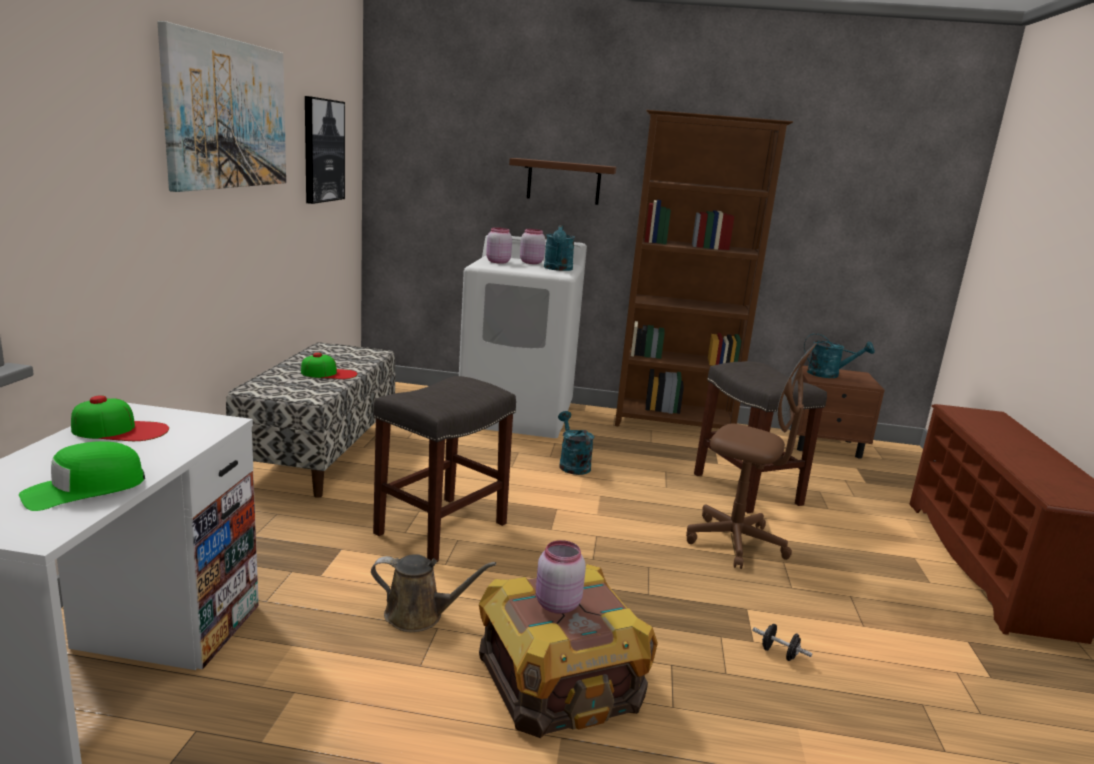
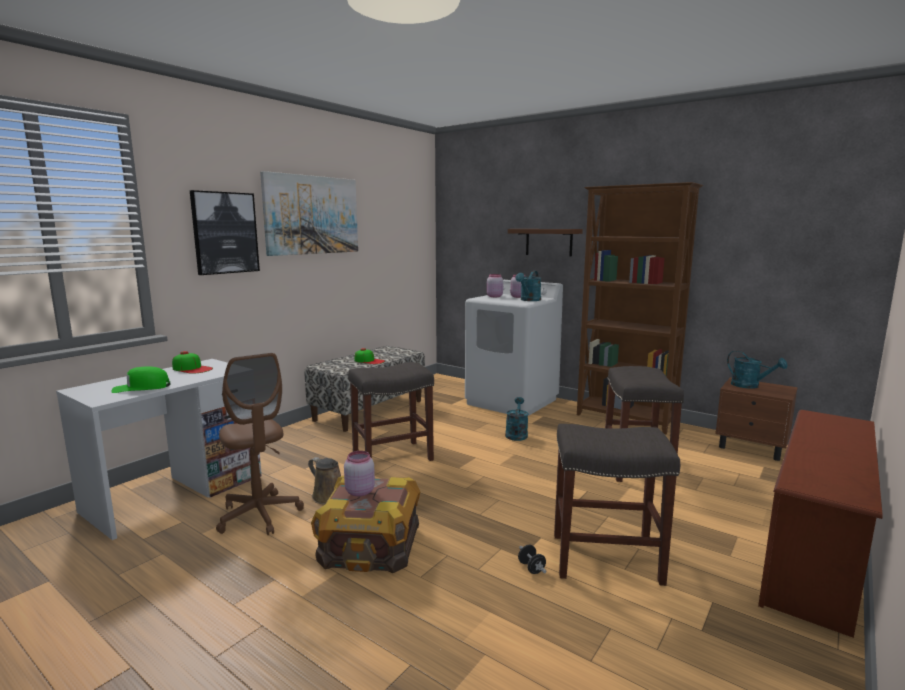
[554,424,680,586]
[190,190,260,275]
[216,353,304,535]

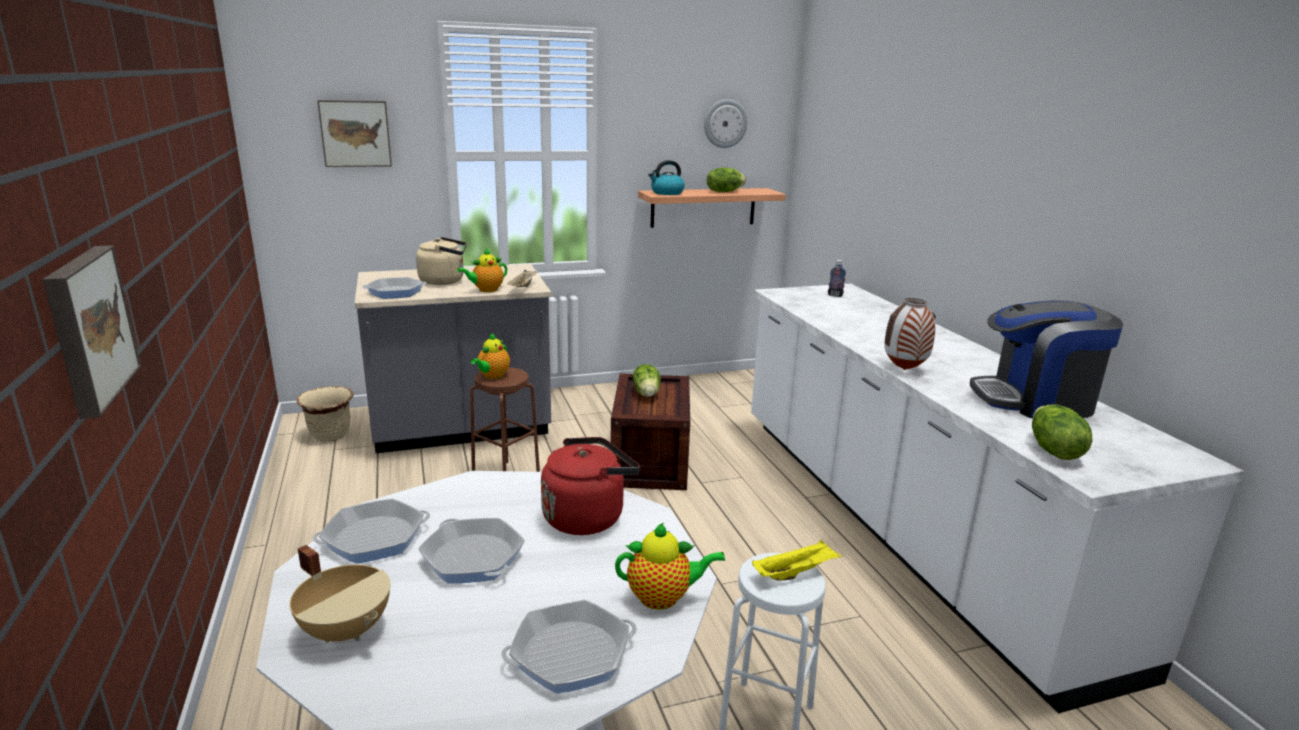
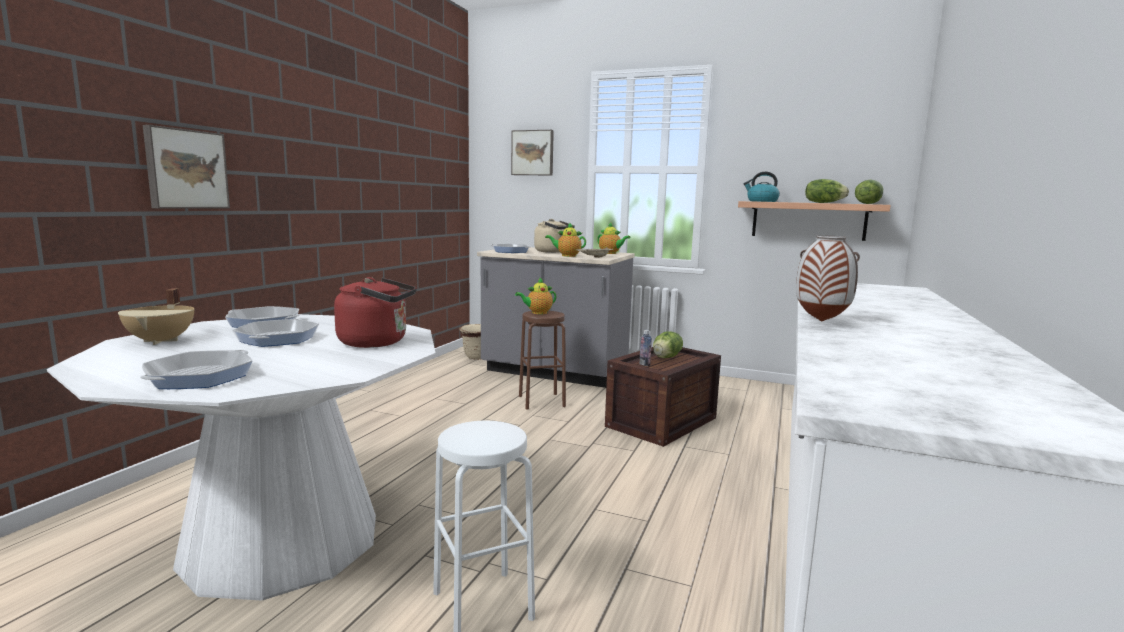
[704,99,748,148] (first image)
[752,540,842,581] (first image)
[970,300,1123,418] (first image)
[597,223,630,254]
[639,330,652,366]
[855,180,883,204]
[140,350,253,389]

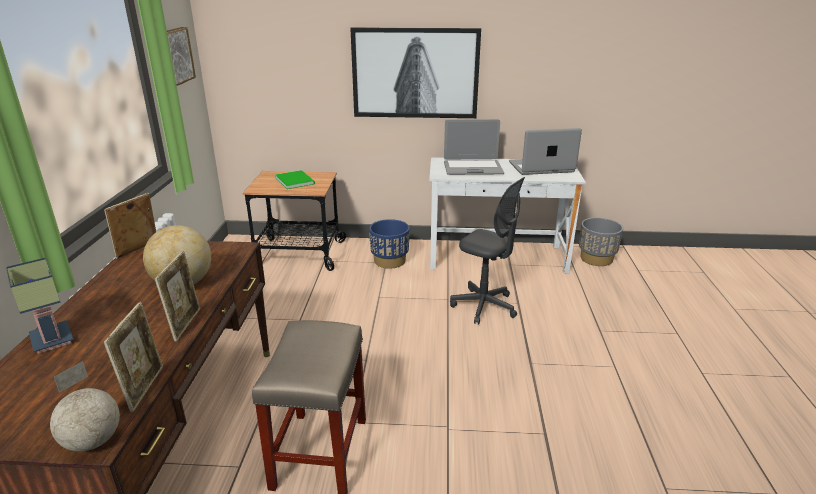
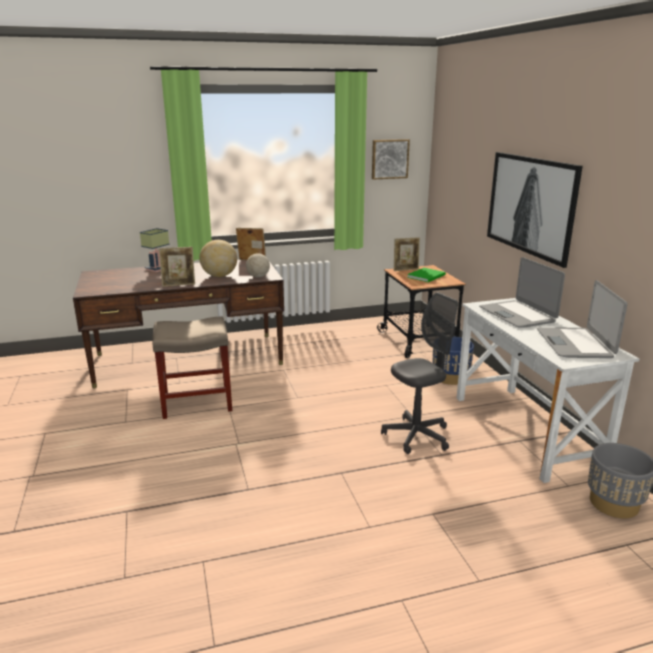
[246,240,270,277]
[394,237,420,271]
[381,292,458,454]
[537,280,627,358]

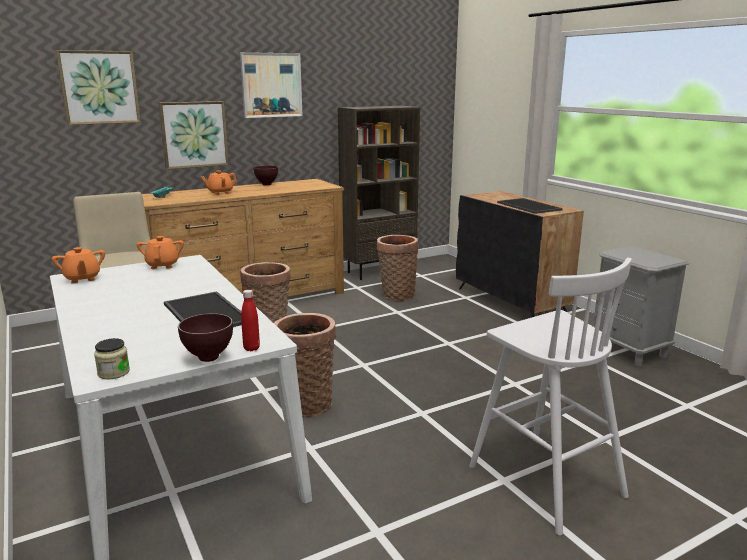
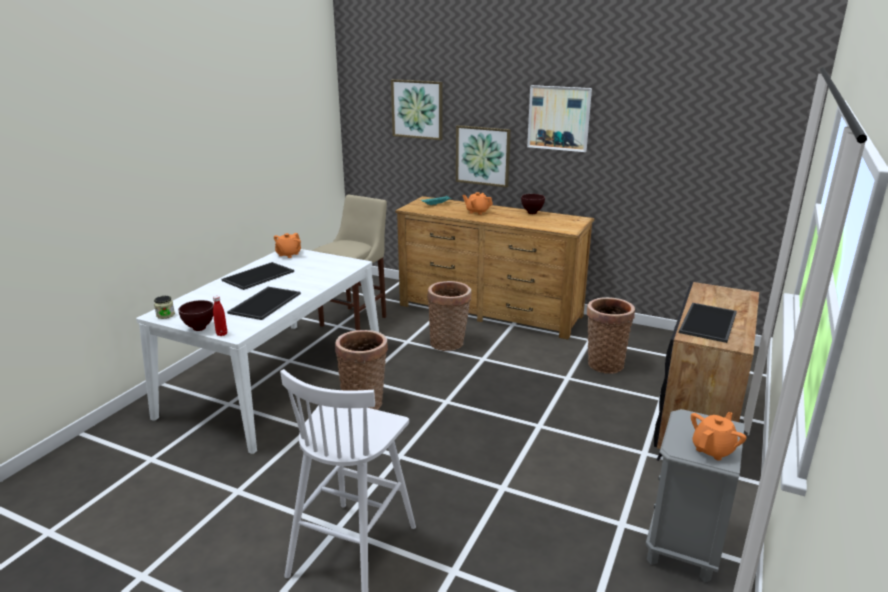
[338,106,420,280] (first image)
[222,262,294,290]
[691,412,746,461]

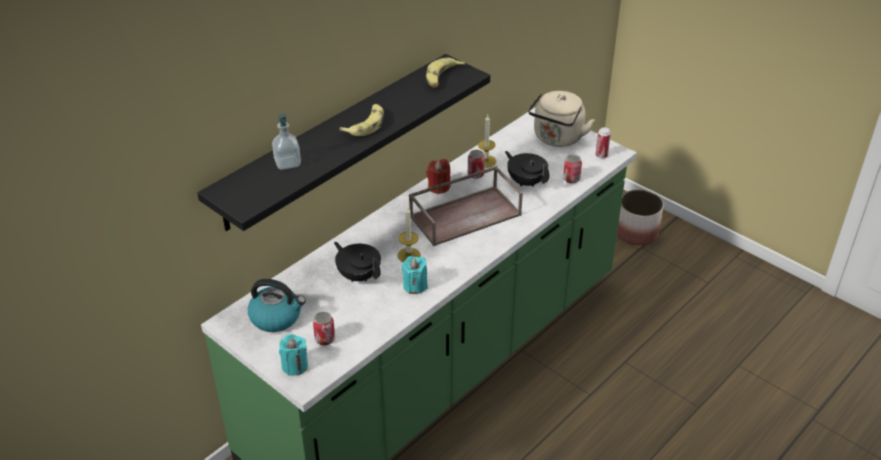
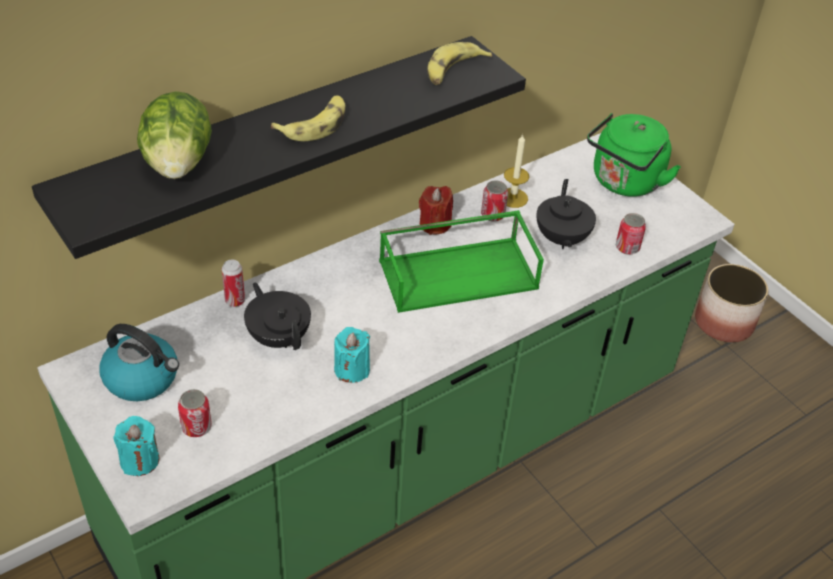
[397,207,421,262] (first image)
[222,260,245,307]
[137,91,212,179]
[379,210,544,313]
[587,113,681,197]
[537,179,596,249]

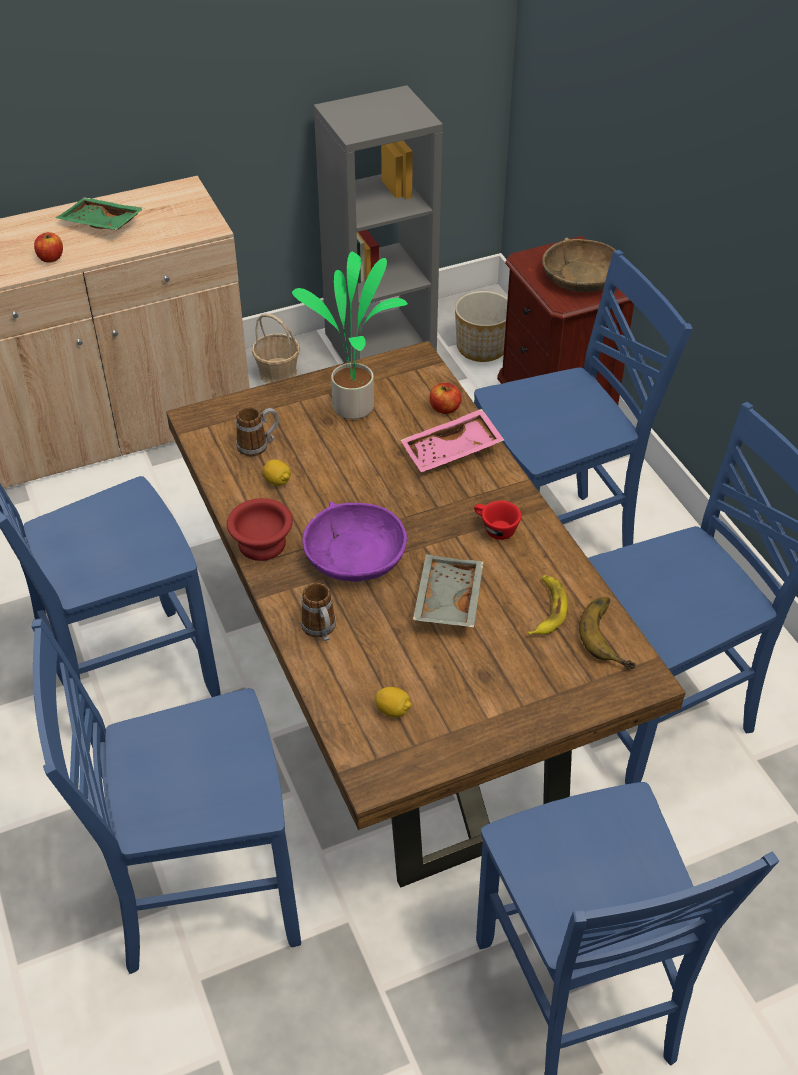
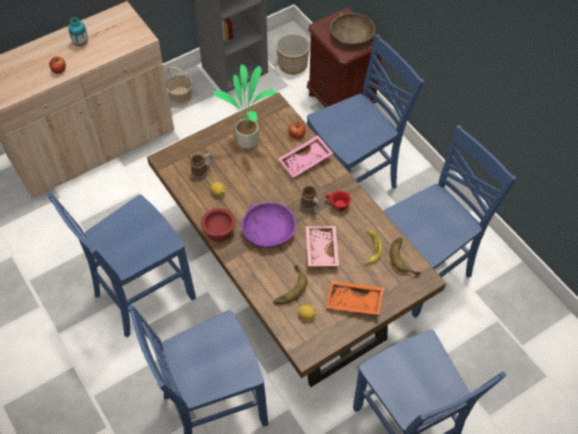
[273,265,307,305]
[326,281,384,315]
[301,186,319,213]
[68,17,88,46]
[306,226,339,266]

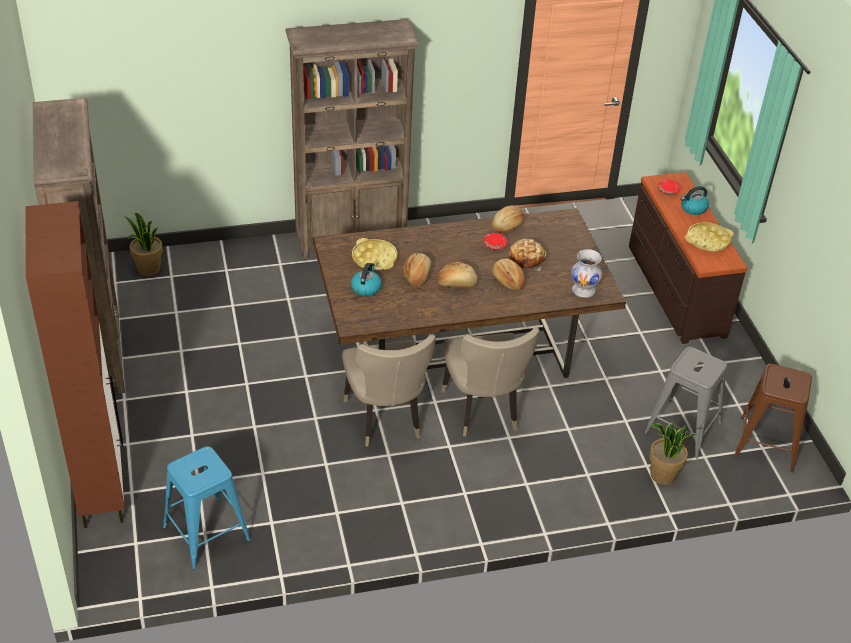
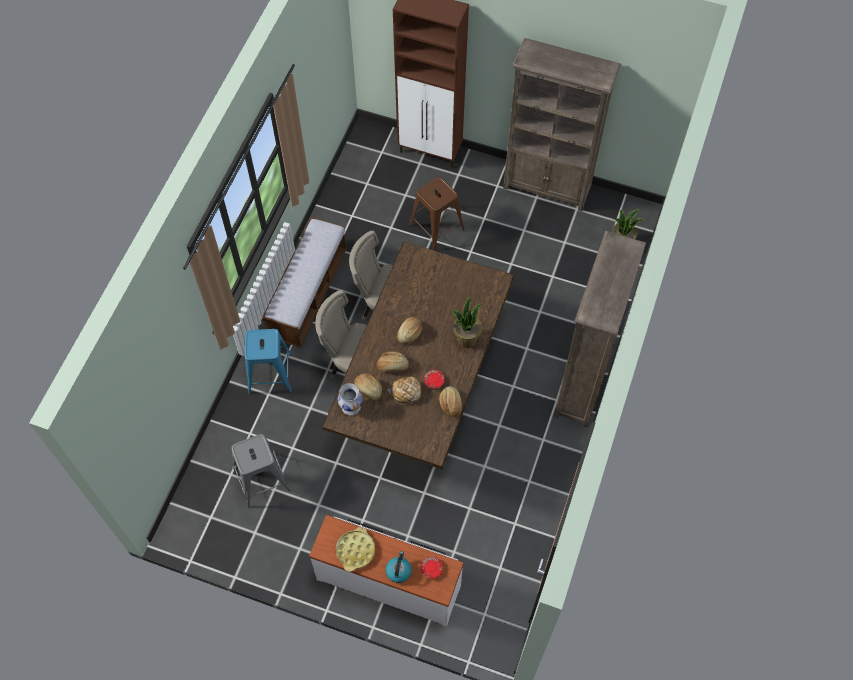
[351,263,382,296] (first image)
[352,238,398,270] (first image)
[262,217,347,348]
[245,329,292,394]
[354,373,382,401]
[451,297,482,348]
[409,177,465,251]
[309,515,464,627]

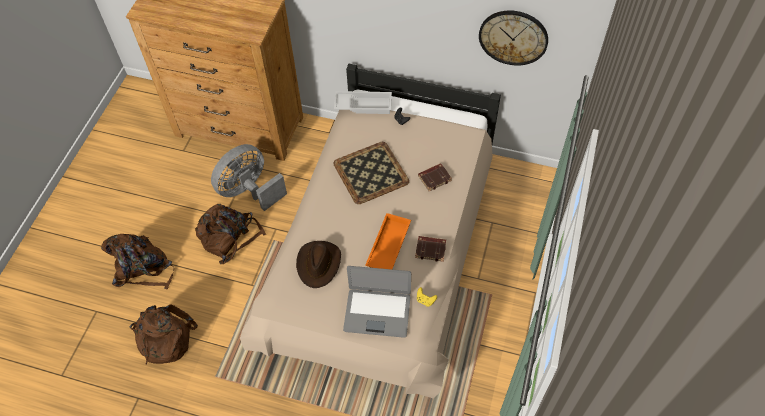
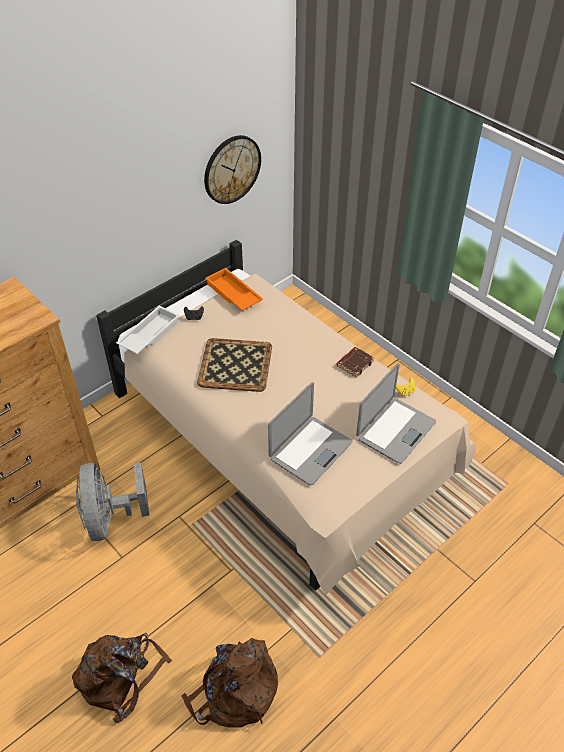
[195,204,266,264] (first image)
[418,163,452,191] (first image)
[205,268,263,310]
[268,382,353,485]

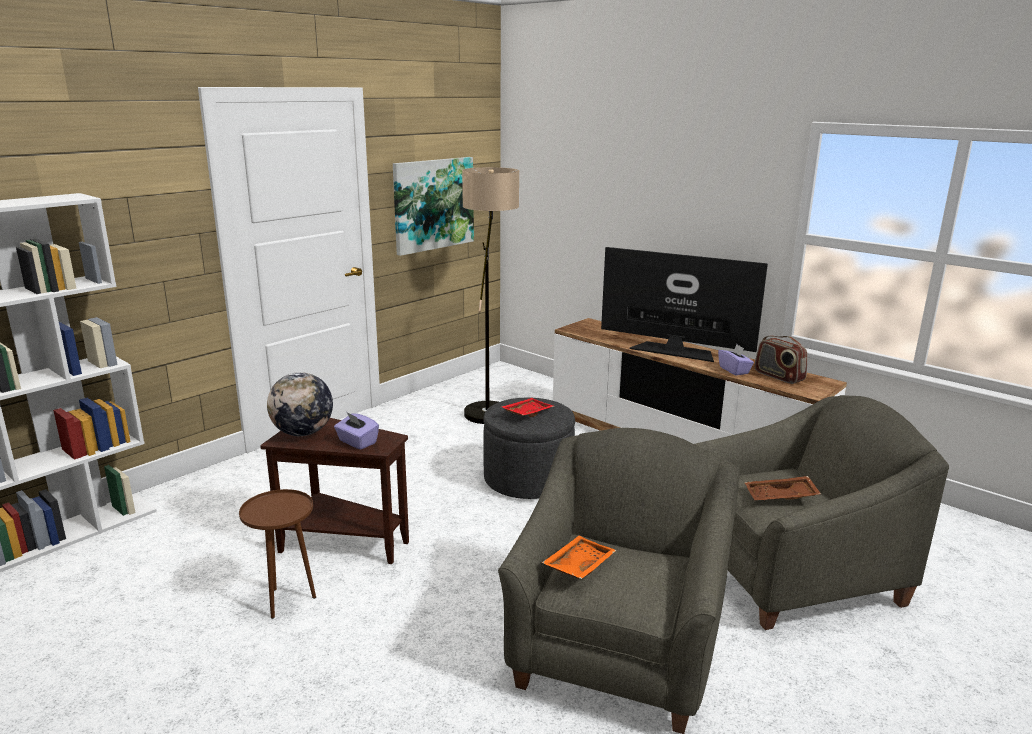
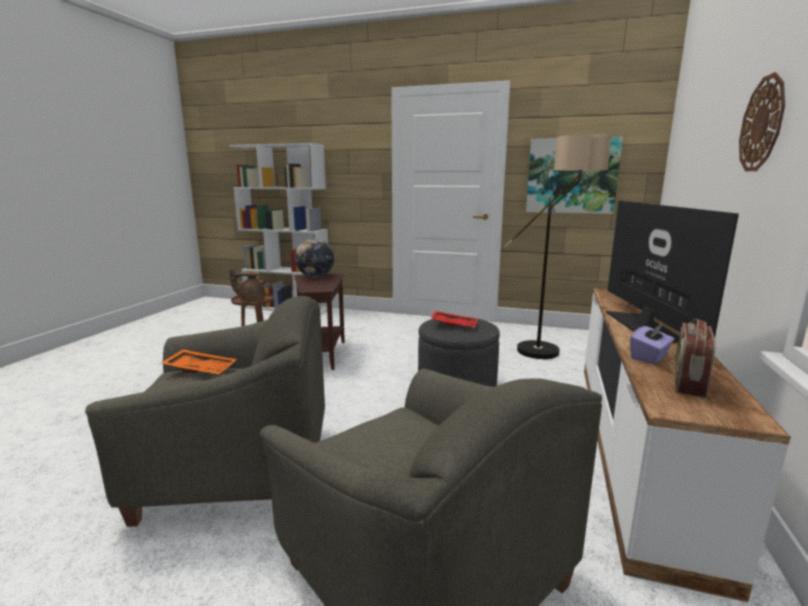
[334,412,379,450] (first image)
[744,476,821,501] (first image)
[229,268,265,301]
[739,72,785,171]

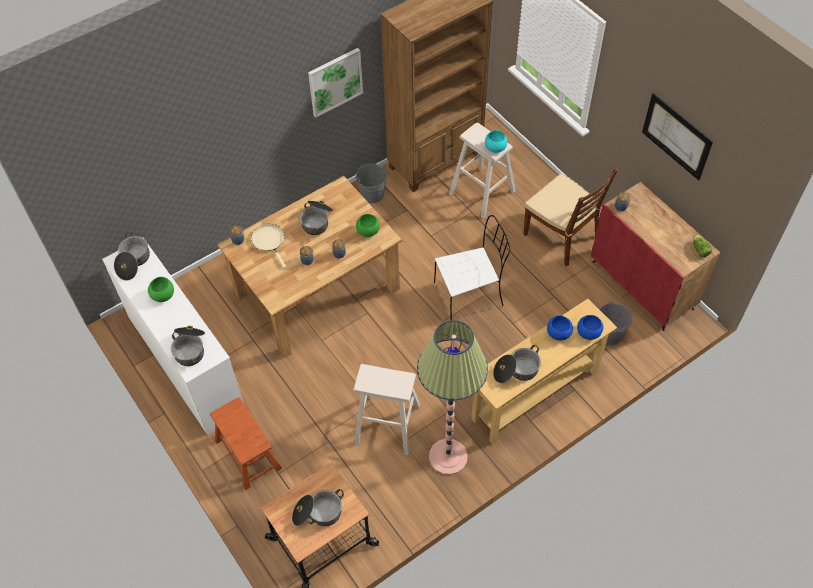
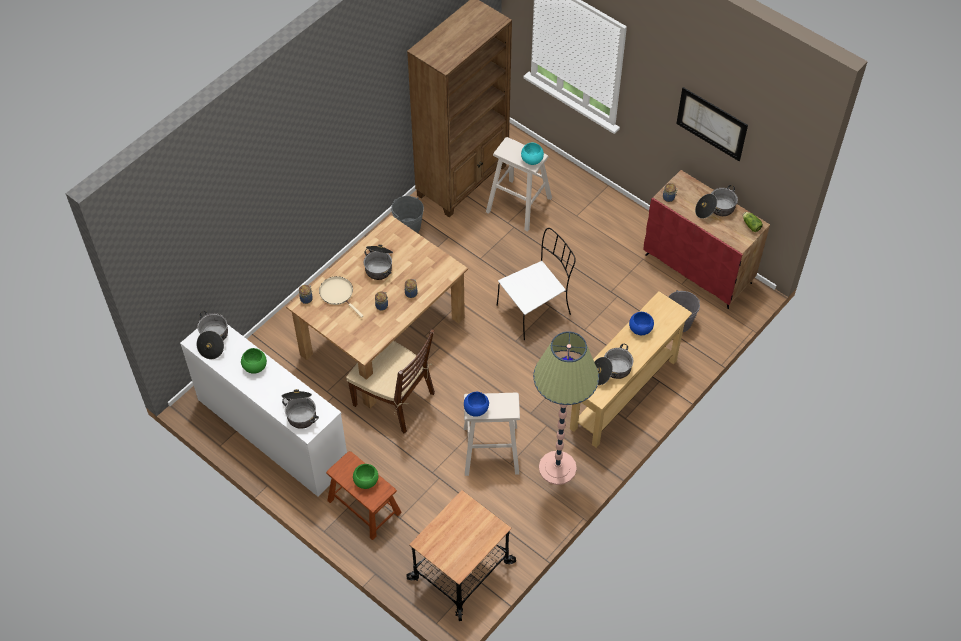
[308,48,363,117] (first image)
[695,185,738,219]
[353,464,378,489]
[346,329,435,433]
[464,392,489,417]

